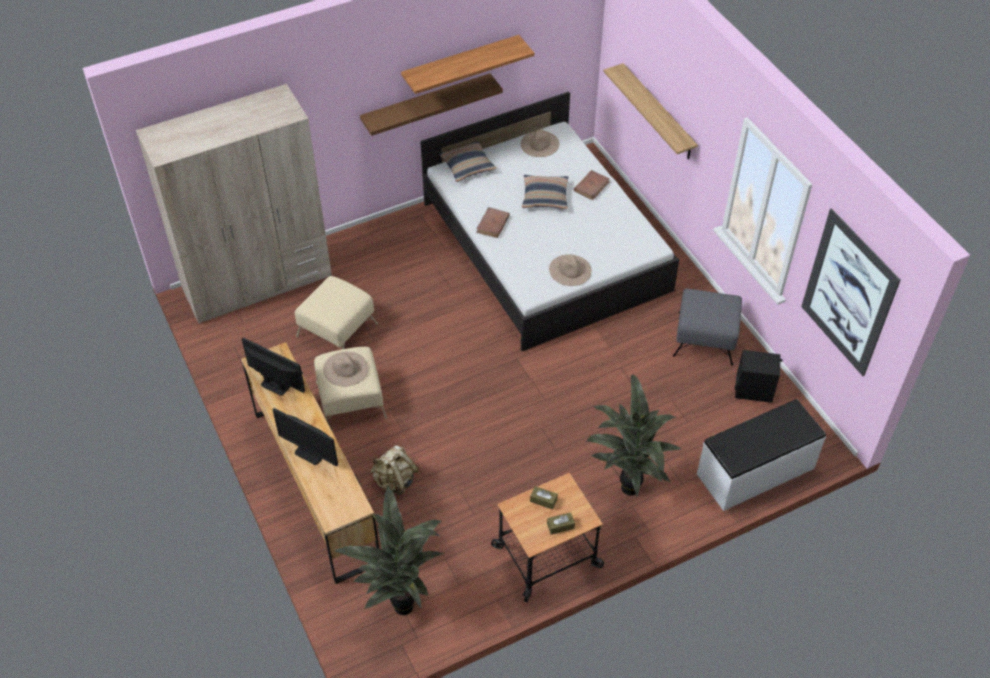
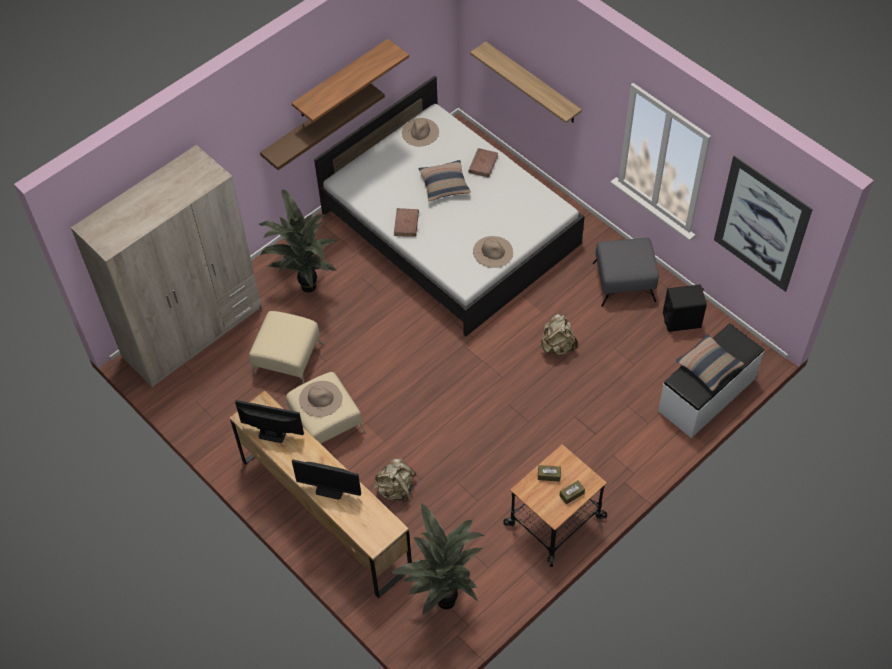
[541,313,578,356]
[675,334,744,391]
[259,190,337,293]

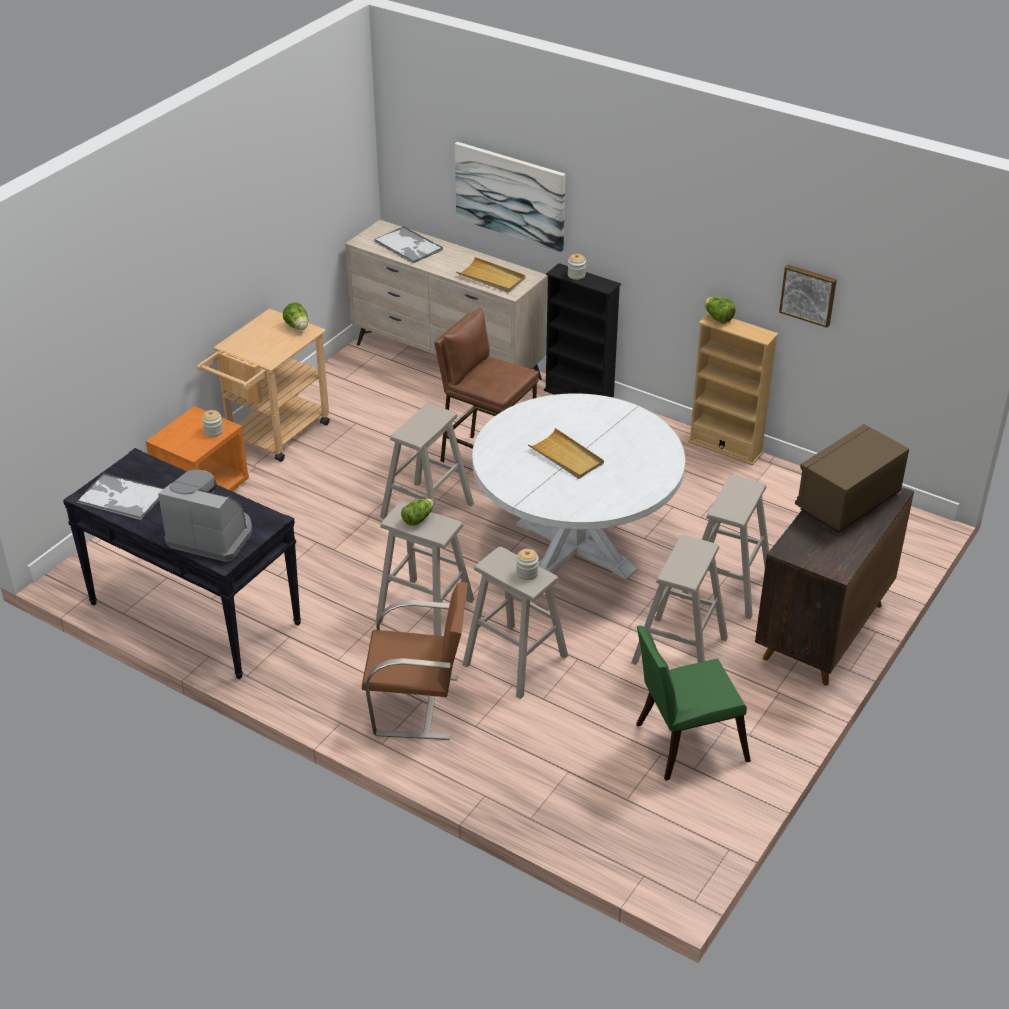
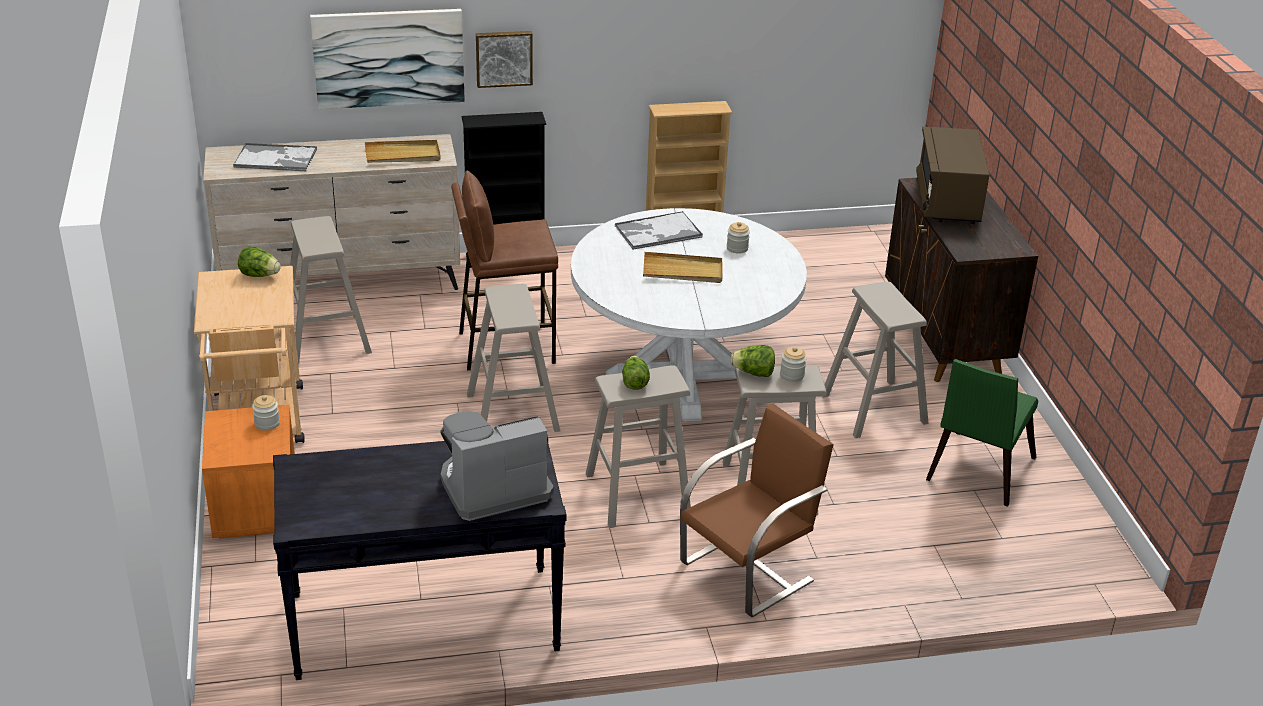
[615,211,703,250]
[727,222,750,254]
[290,216,372,365]
[730,345,775,377]
[476,31,533,88]

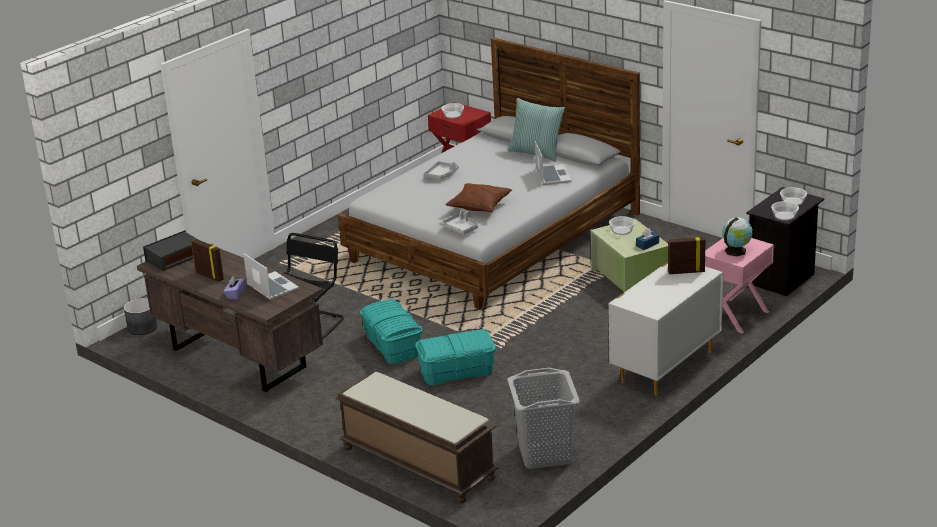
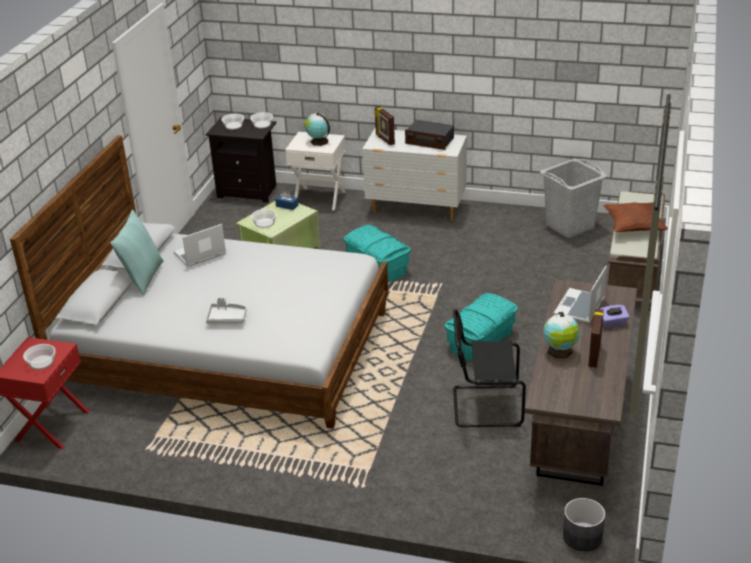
[441,210,478,235] (first image)
[544,312,580,358]
[405,120,454,150]
[344,225,411,282]
[603,202,668,232]
[285,132,346,210]

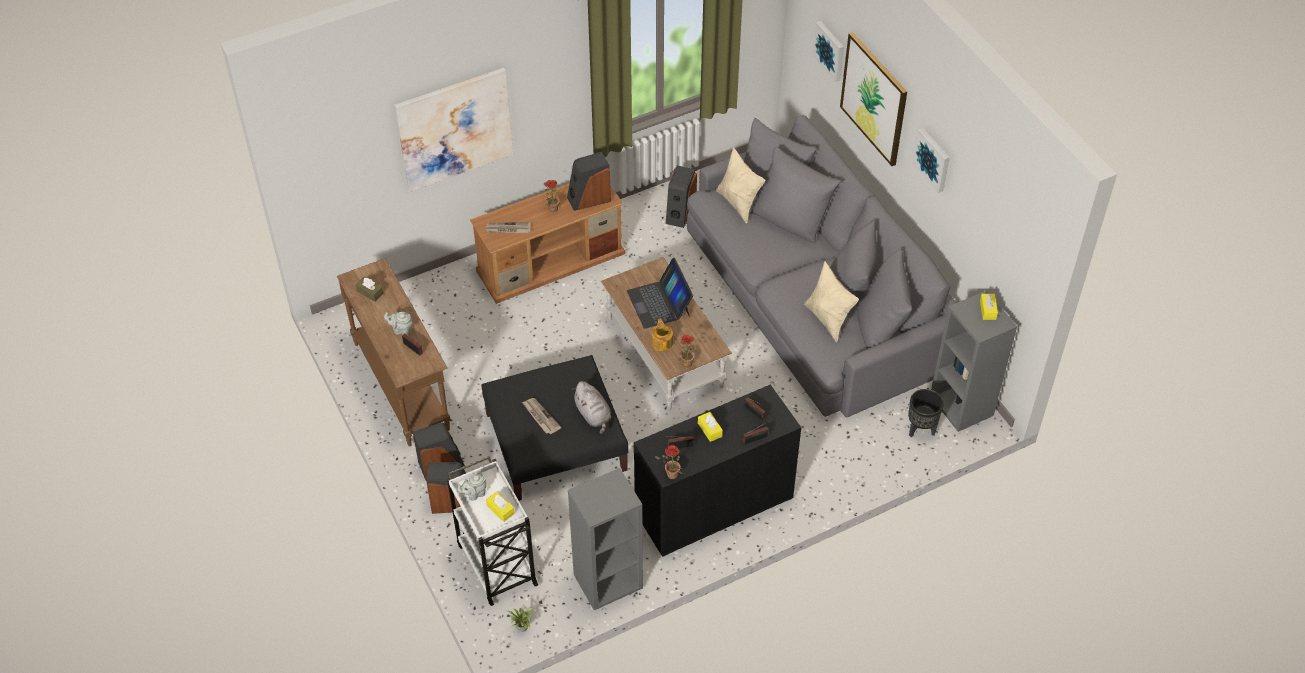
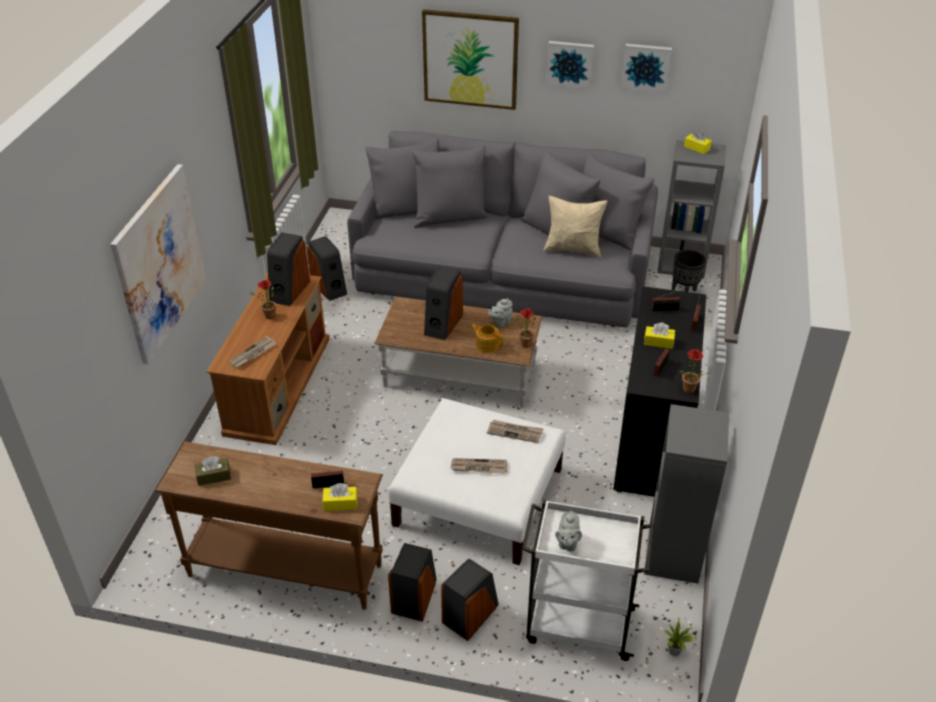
[716,147,765,224] (first image)
[488,298,513,327]
[323,483,357,511]
[621,44,672,93]
[487,420,543,443]
[424,266,463,340]
[388,398,566,565]

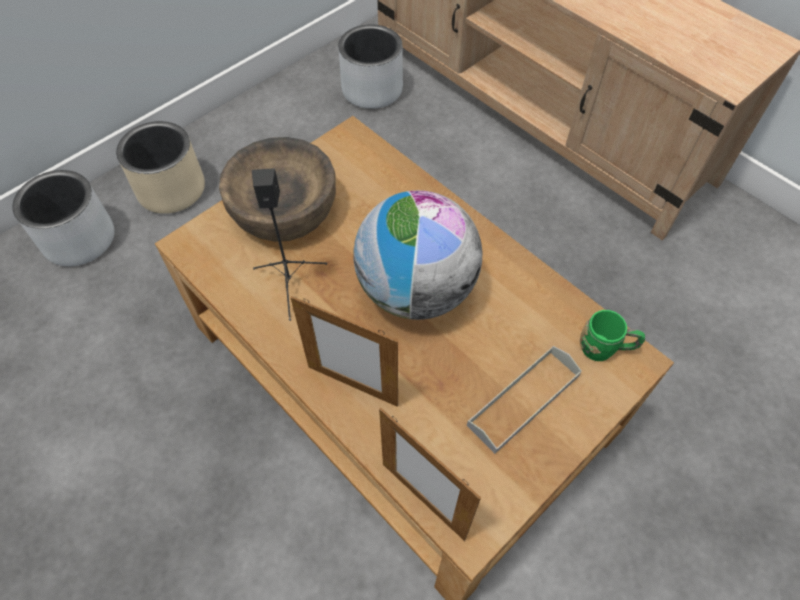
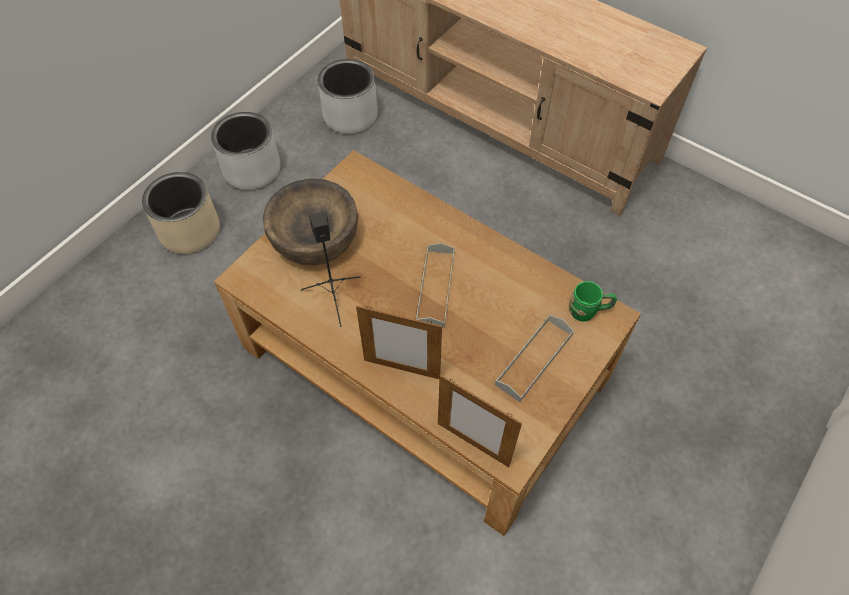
[211,112,280,190]
[416,243,455,328]

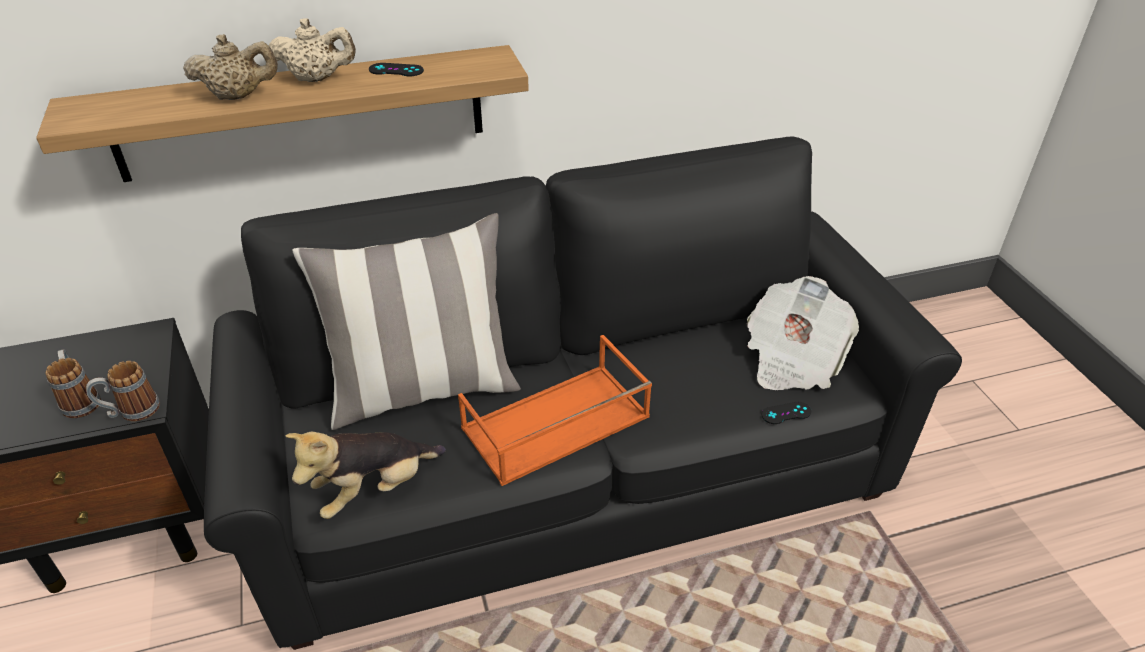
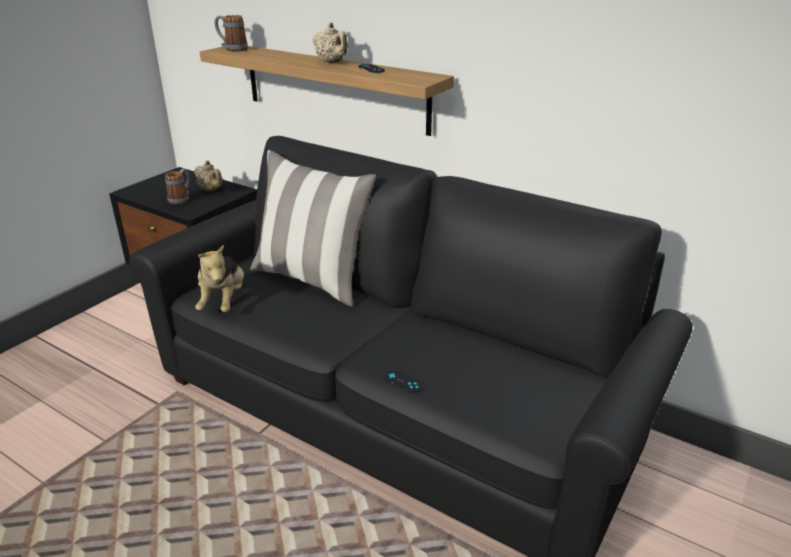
[458,335,652,486] (first image)
[746,276,859,390] (first image)
[214,15,248,52]
[194,160,223,192]
[383,370,423,393]
[196,244,244,312]

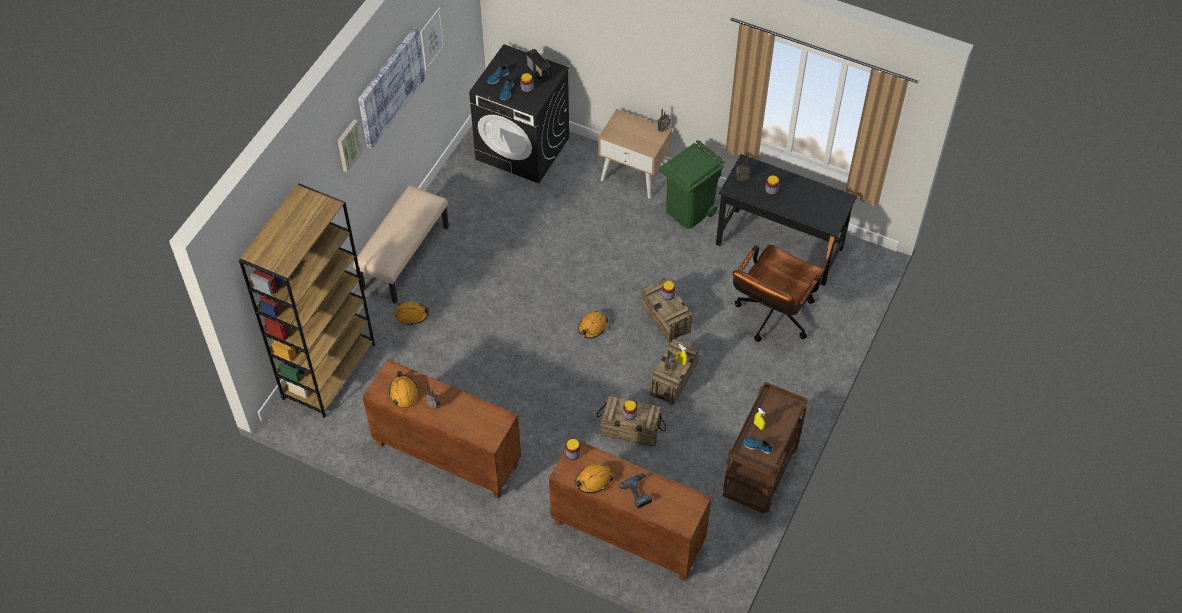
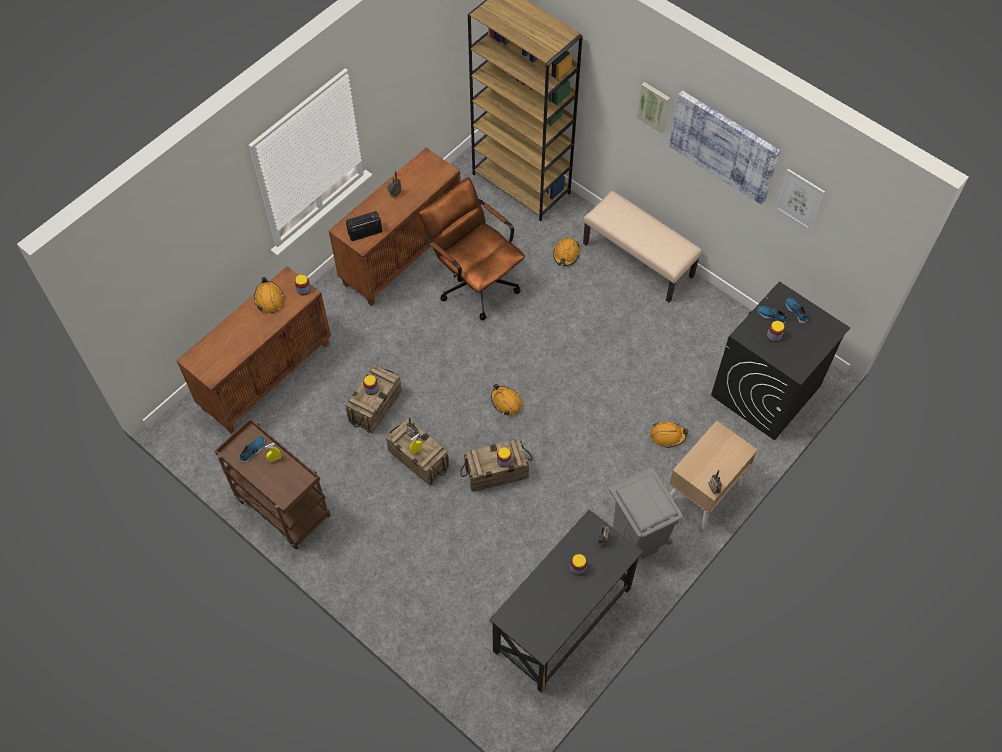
[619,473,652,509] (first image)
[650,422,689,448]
[346,211,382,241]
[419,177,525,320]
[609,468,683,559]

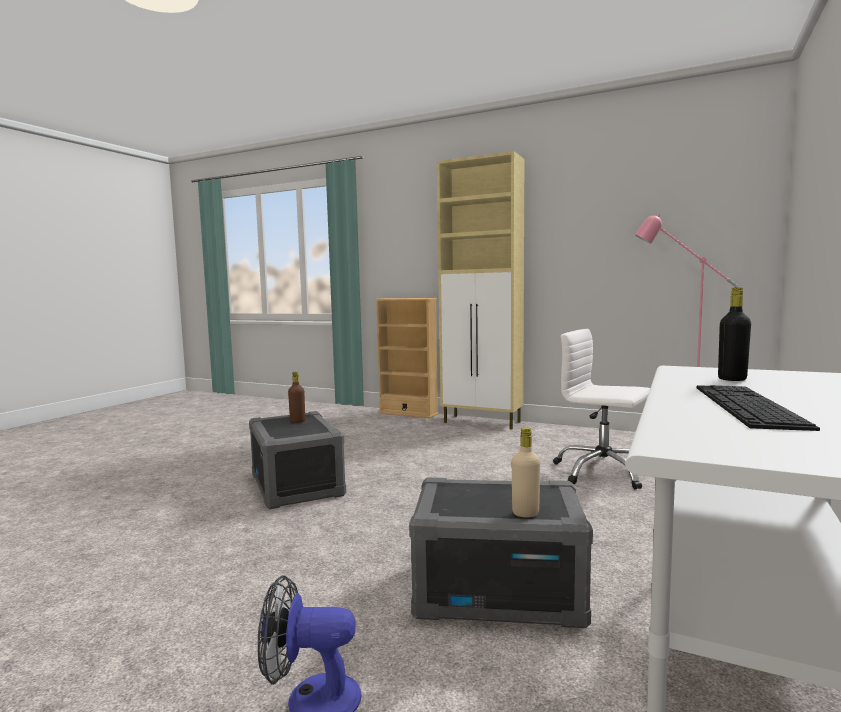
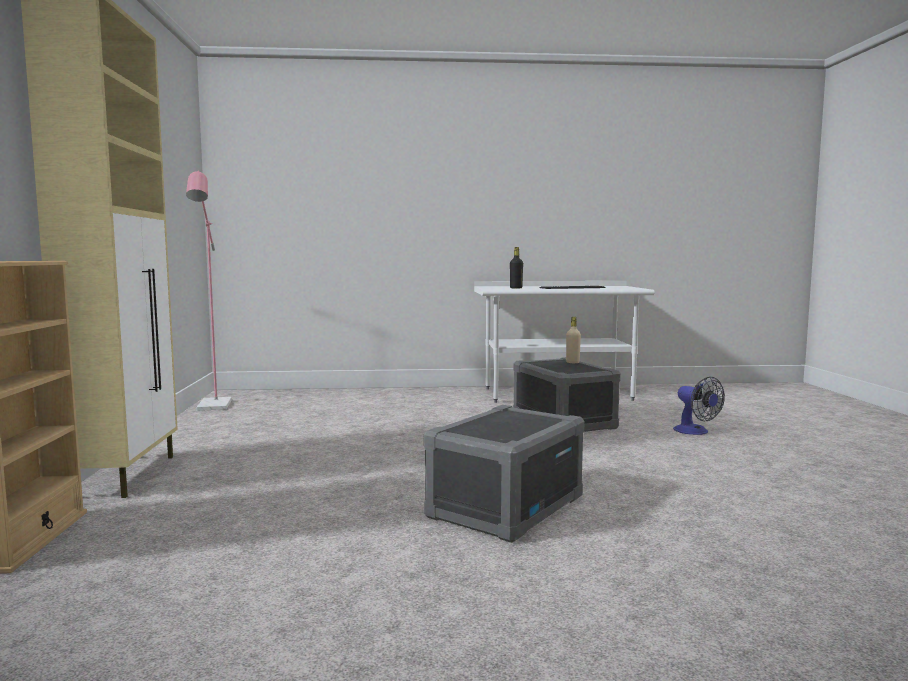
[288,371,305,423] (first image)
[553,329,650,490] (first image)

